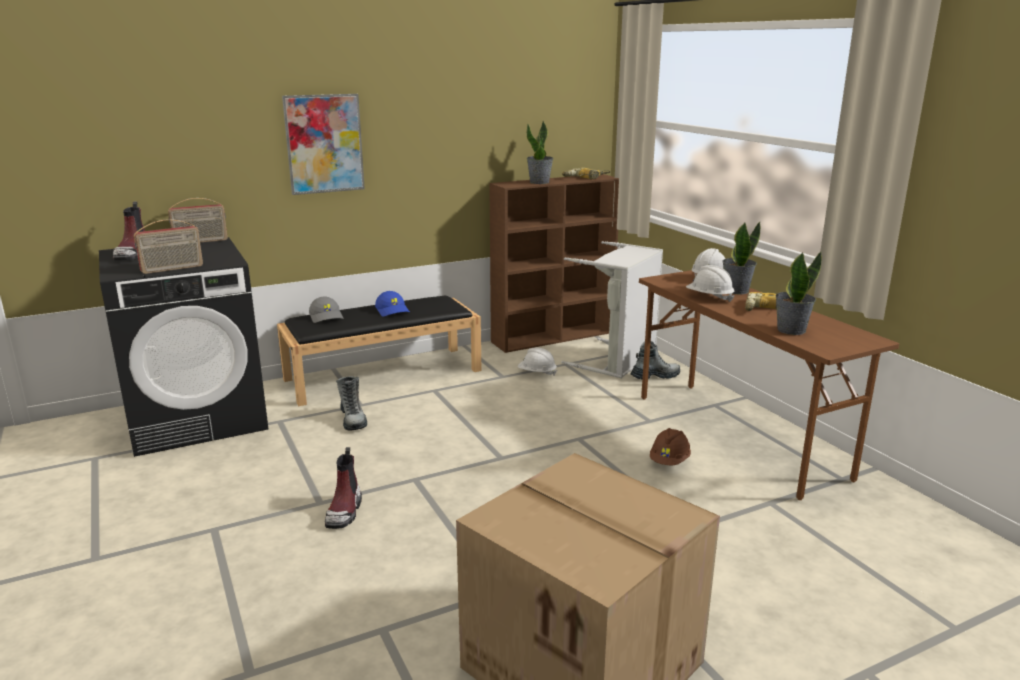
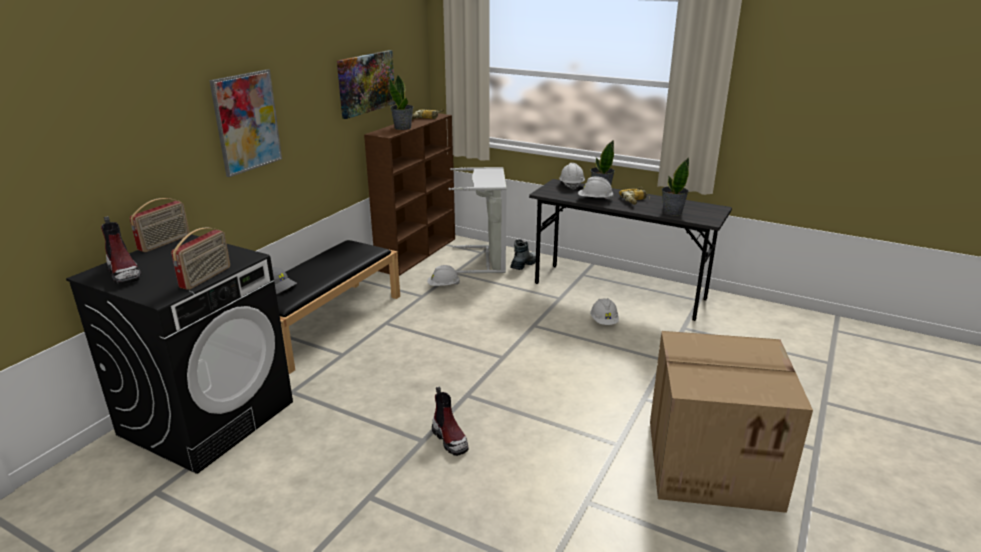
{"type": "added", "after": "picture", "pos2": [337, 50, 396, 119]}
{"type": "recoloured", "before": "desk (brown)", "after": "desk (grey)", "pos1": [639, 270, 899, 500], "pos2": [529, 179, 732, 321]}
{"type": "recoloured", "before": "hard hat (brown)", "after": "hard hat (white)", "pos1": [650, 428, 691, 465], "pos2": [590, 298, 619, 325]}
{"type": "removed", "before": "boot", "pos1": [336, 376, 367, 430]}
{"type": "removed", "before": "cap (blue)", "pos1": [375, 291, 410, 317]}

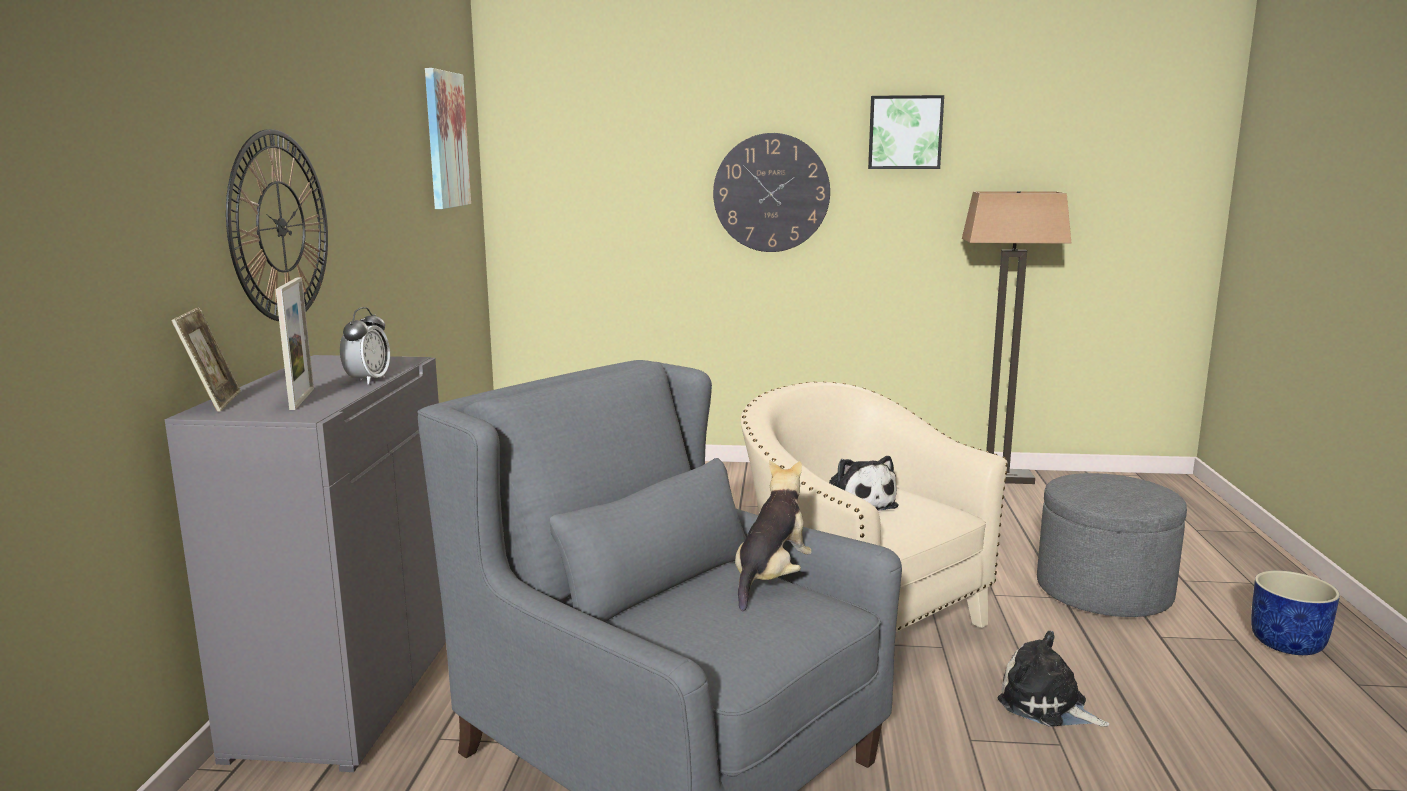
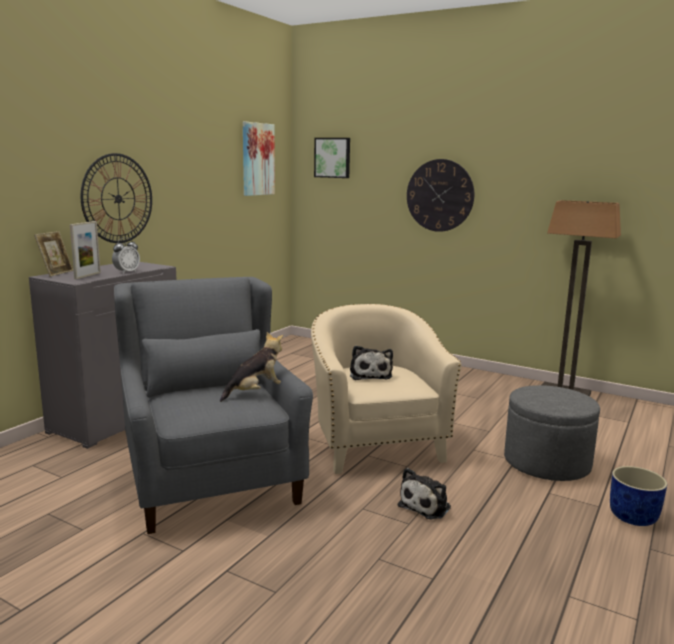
{"type": "moved", "before": "picture", "pos1": [868, 95, 944, 169], "pos2": [314, 138, 350, 178]}
{"type": "turned", "before": "plush toy", "pos1": [998, 631, 1109, 727], "pos2": [398, 468, 451, 519], "turn": -120}

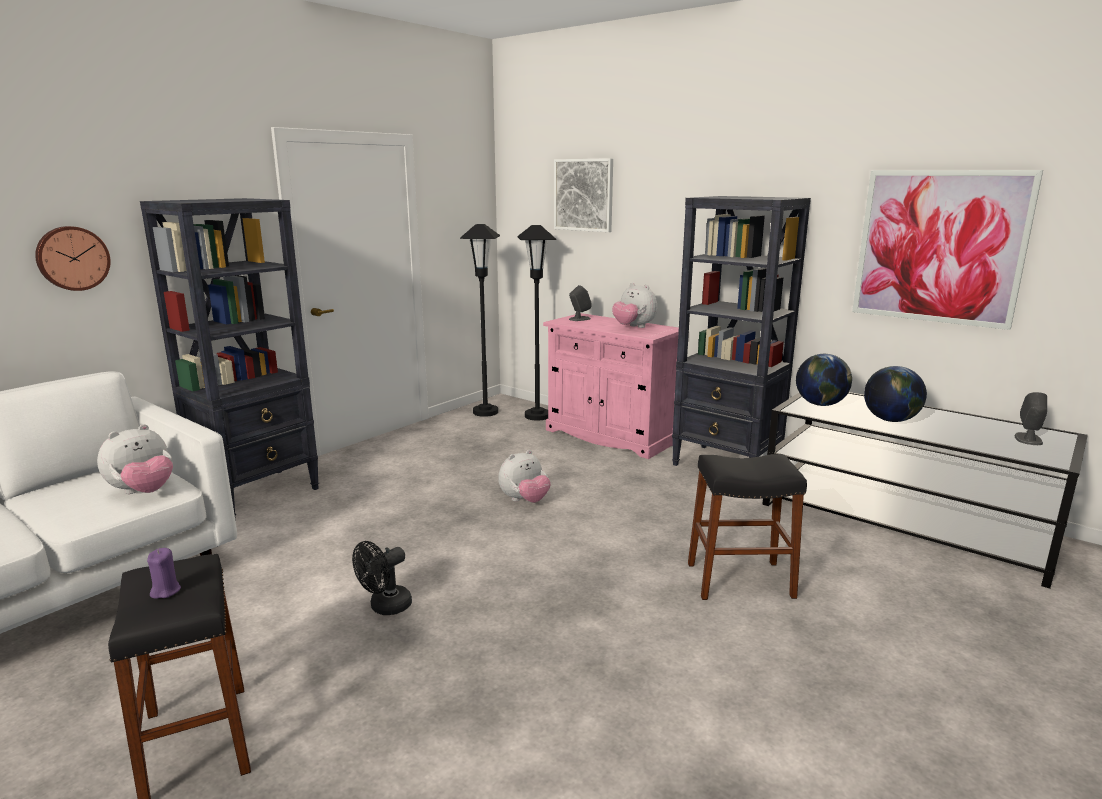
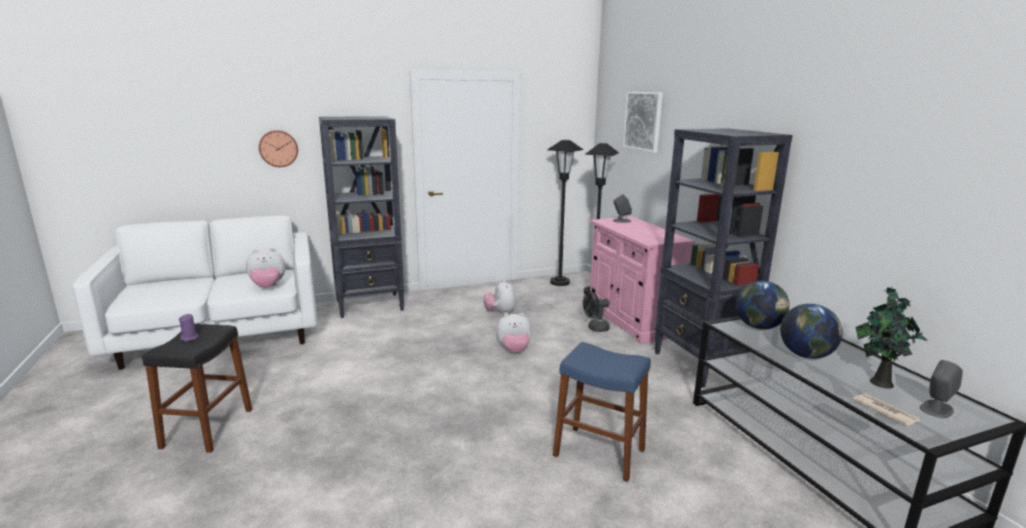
{"type": "moved", "before": "plush toy", "pos1": [612, 283, 657, 328], "pos2": [483, 280, 516, 315]}
{"type": "recoloured", "before": "stool (black)", "after": "stool (blue)", "pos1": [688, 454, 807, 600], "pos2": [553, 342, 651, 482]}
{"type": "moved", "before": "fan (black)", "pos1": [352, 541, 412, 615], "pos2": [583, 291, 610, 332]}
{"type": "added", "after": "newspaper", "pos2": [852, 393, 921, 426]}
{"type": "added", "after": "potted plant", "pos2": [855, 287, 927, 389]}
{"type": "removed", "before": "picture", "pos1": [852, 170, 1043, 330]}

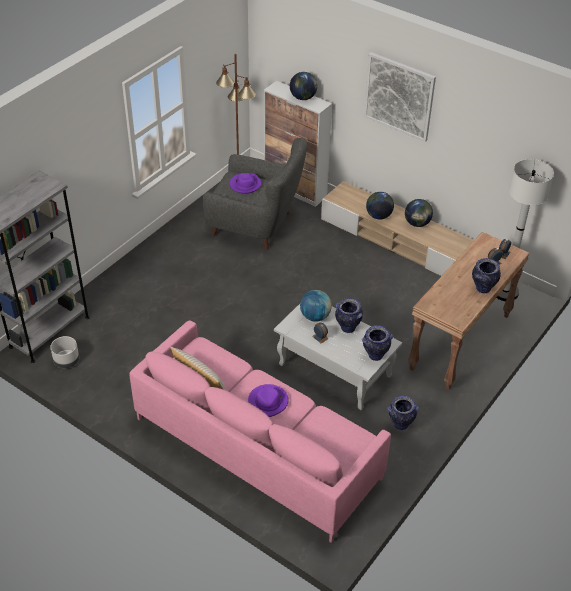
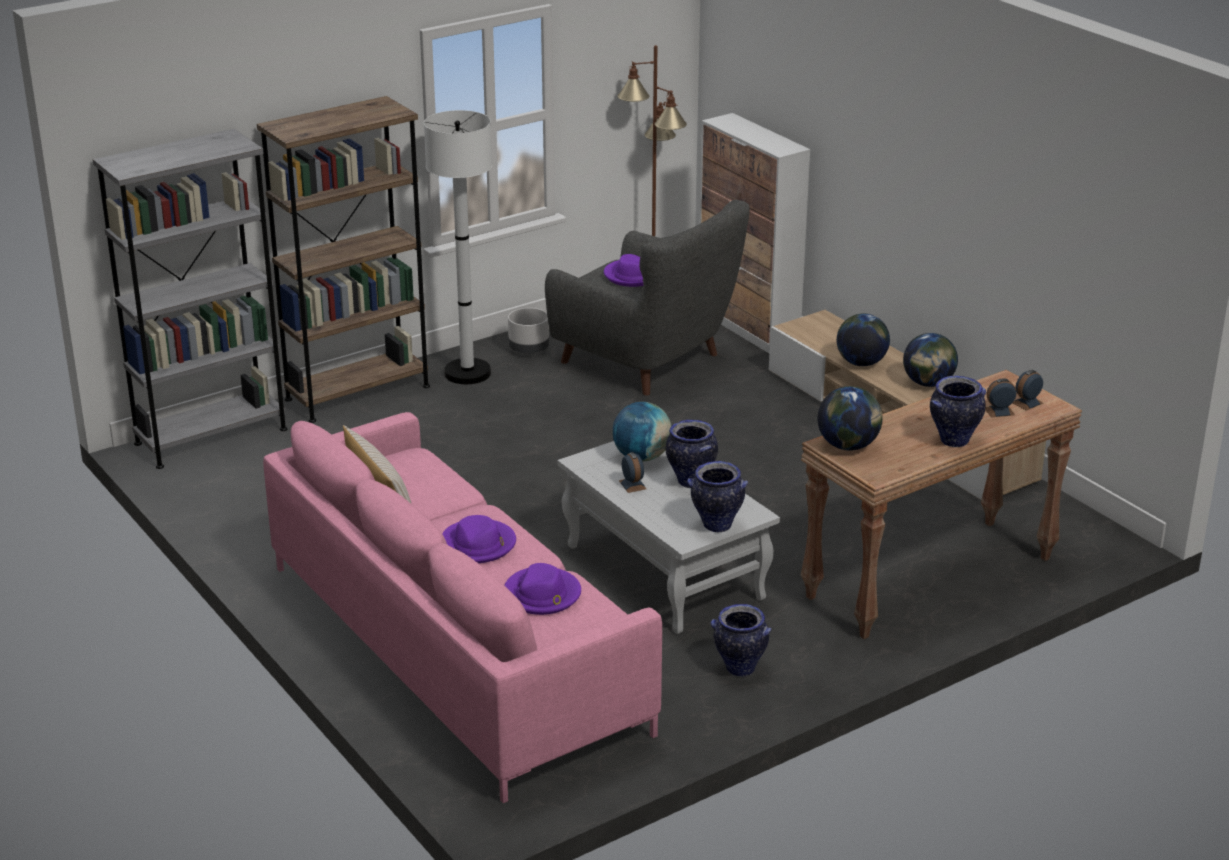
{"type": "added", "after": "bookcase (brown)", "pos2": [257, 96, 430, 423]}
{"type": "moved", "before": "floor lamp (white)", "pos1": [497, 159, 554, 301], "pos2": [424, 110, 492, 384]}
{"type": "added", "after": "hat (purple)", "pos2": [504, 563, 581, 615]}
{"type": "moved", "before": "planter (grey)", "pos1": [50, 336, 79, 368], "pos2": [508, 308, 549, 354]}
{"type": "moved", "before": "globe", "pos1": [290, 72, 318, 100], "pos2": [818, 386, 883, 451]}
{"type": "removed", "before": "picture", "pos1": [364, 52, 436, 142]}

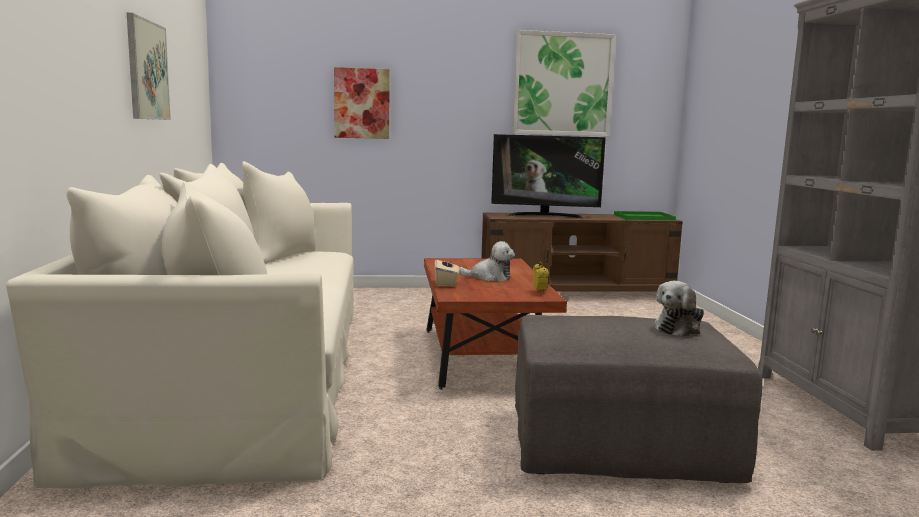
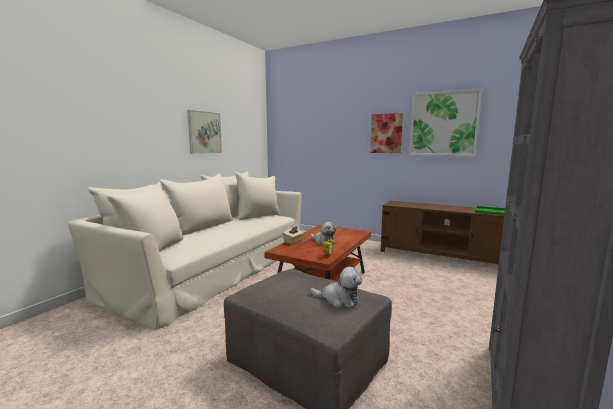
{"type": "turned", "before": "plush toy", "pos1": [654, 281, 704, 337], "pos2": [310, 267, 362, 308], "turn": -150}
{"type": "moved", "before": "picture", "pos1": [334, 67, 390, 139], "pos2": [370, 113, 403, 153]}
{"type": "removed", "before": "television", "pos1": [491, 134, 606, 218]}

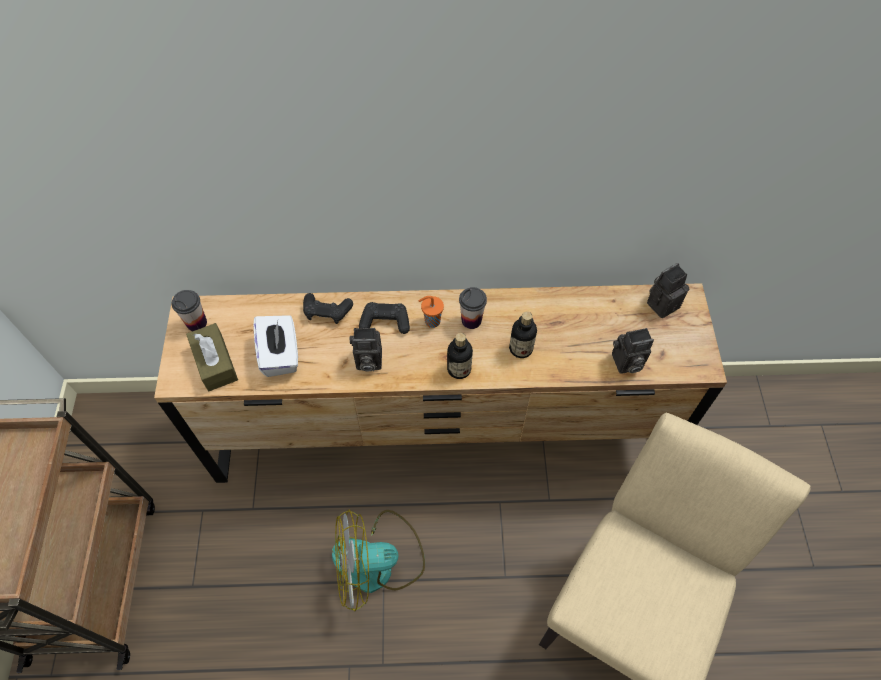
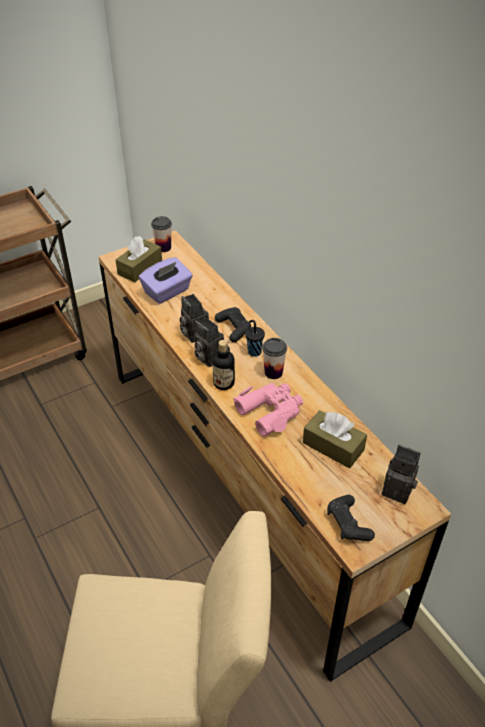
{"type": "recoloured", "before": "tissue box (white)", "after": "tissue box (purple)", "pos1": [253, 315, 298, 377], "pos2": [139, 257, 193, 304]}
{"type": "moved", "before": "photo camera", "pos1": [612, 328, 654, 373], "pos2": [195, 317, 224, 367]}
{"type": "replaced", "before": "bottle", "after": "binoculars (pink)", "pos1": [509, 311, 537, 358], "pos2": [233, 383, 303, 437]}
{"type": "recoloured", "before": "cup (orange)", "after": "cup (black)", "pos1": [419, 296, 444, 328], "pos2": [245, 320, 265, 357]}
{"type": "added", "after": "tissue box (brown)", "pos2": [303, 410, 367, 468]}
{"type": "moved", "before": "game controller (black)", "pos1": [303, 293, 353, 324], "pos2": [327, 494, 375, 541]}
{"type": "removed", "before": "fan", "pos1": [332, 509, 425, 611]}

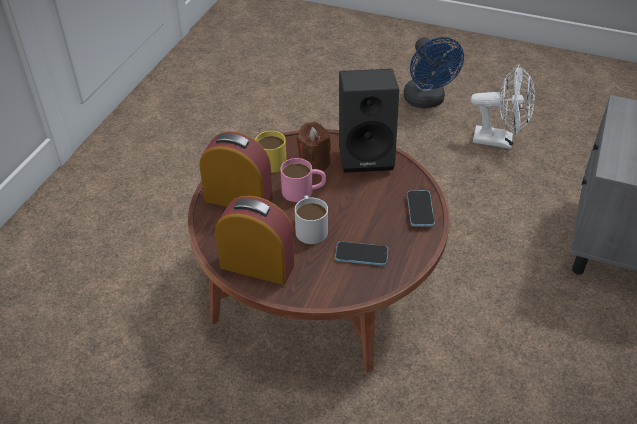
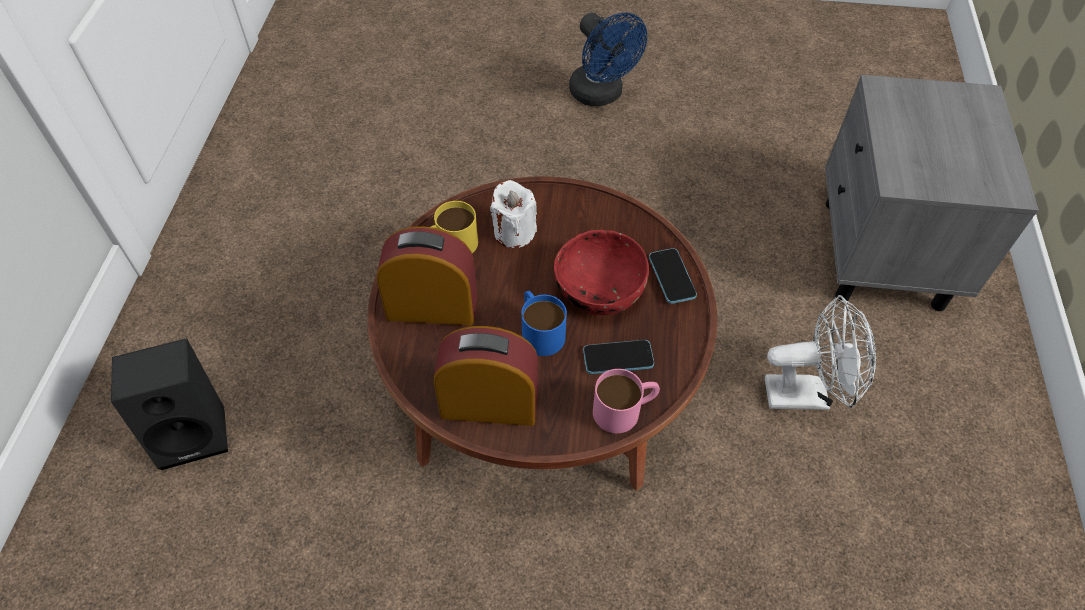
{"type": "moved", "before": "speaker (black)", "pos1": [339, 69, 399, 173], "pos2": [111, 338, 228, 470]}
{"type": "recoloured", "before": "candle (brown)", "after": "candle (white)", "pos1": [296, 122, 331, 171], "pos2": [490, 180, 537, 248]}
{"type": "recoloured", "before": "mug (white)", "after": "mug (blue)", "pos1": [295, 195, 328, 244], "pos2": [521, 291, 567, 356]}
{"type": "added", "after": "bowl (red)", "pos2": [554, 230, 649, 315]}
{"type": "moved", "before": "mug (pink)", "pos1": [281, 158, 326, 202], "pos2": [593, 369, 660, 433]}
{"type": "moved", "before": "fan (white)", "pos1": [471, 64, 535, 149], "pos2": [765, 295, 876, 410]}

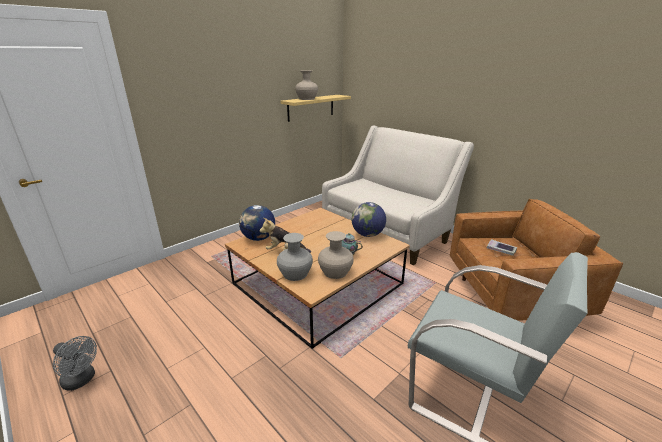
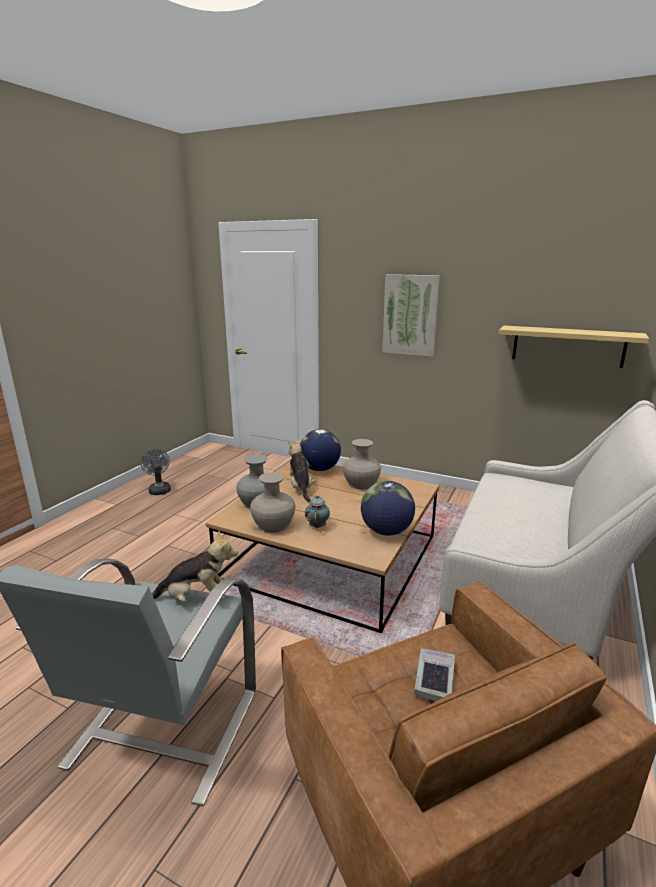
{"type": "turned", "before": "fan (grey)", "pos1": [53, 336, 97, 391], "pos2": [140, 449, 171, 495], "turn": 150}
{"type": "added", "after": "plush toy", "pos2": [152, 530, 238, 602]}
{"type": "moved", "before": "vase (beige)", "pos1": [295, 70, 318, 100], "pos2": [343, 439, 381, 489]}
{"type": "added", "after": "picture", "pos2": [382, 274, 440, 357]}

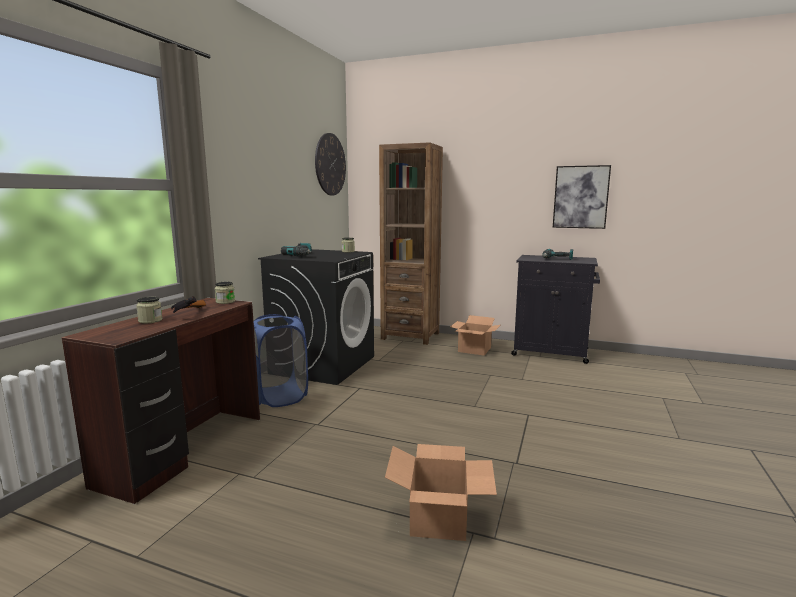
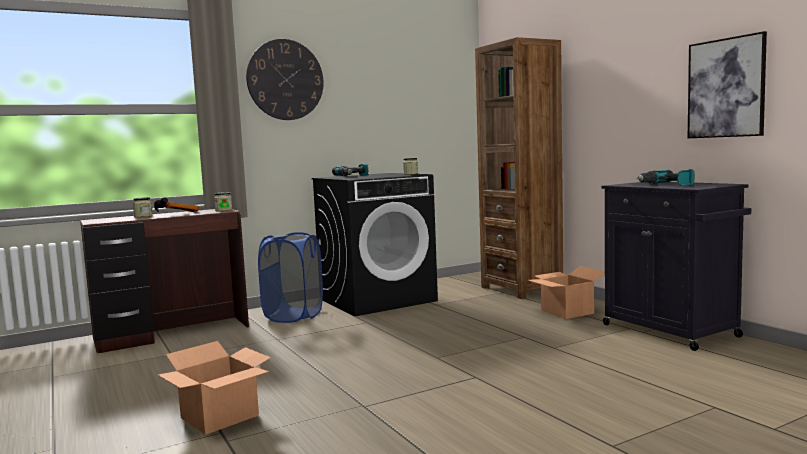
{"type": "moved", "before": "wall clock", "pos1": [315, 133, 346, 196], "pos2": [246, 39, 324, 120]}

